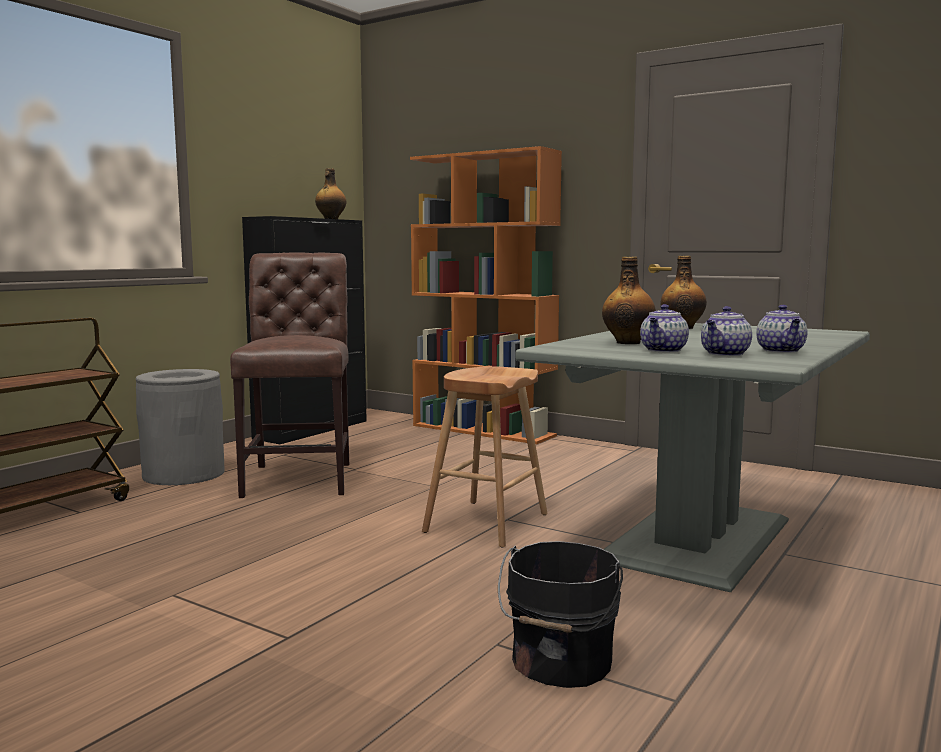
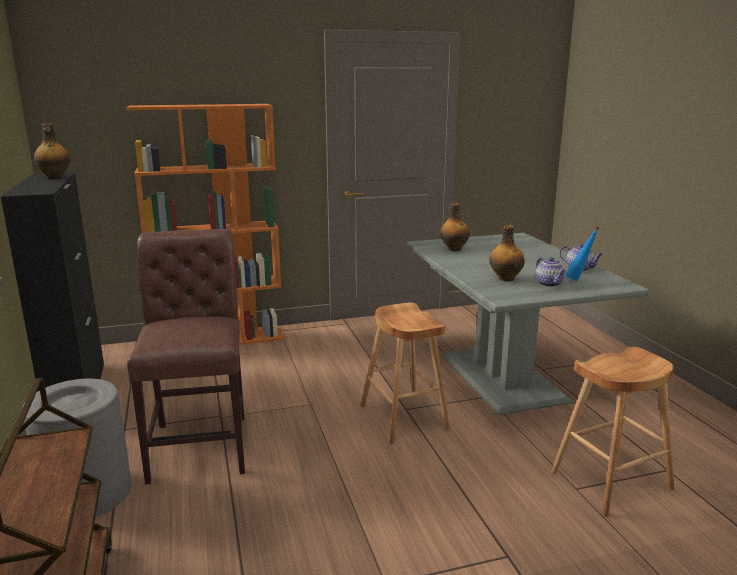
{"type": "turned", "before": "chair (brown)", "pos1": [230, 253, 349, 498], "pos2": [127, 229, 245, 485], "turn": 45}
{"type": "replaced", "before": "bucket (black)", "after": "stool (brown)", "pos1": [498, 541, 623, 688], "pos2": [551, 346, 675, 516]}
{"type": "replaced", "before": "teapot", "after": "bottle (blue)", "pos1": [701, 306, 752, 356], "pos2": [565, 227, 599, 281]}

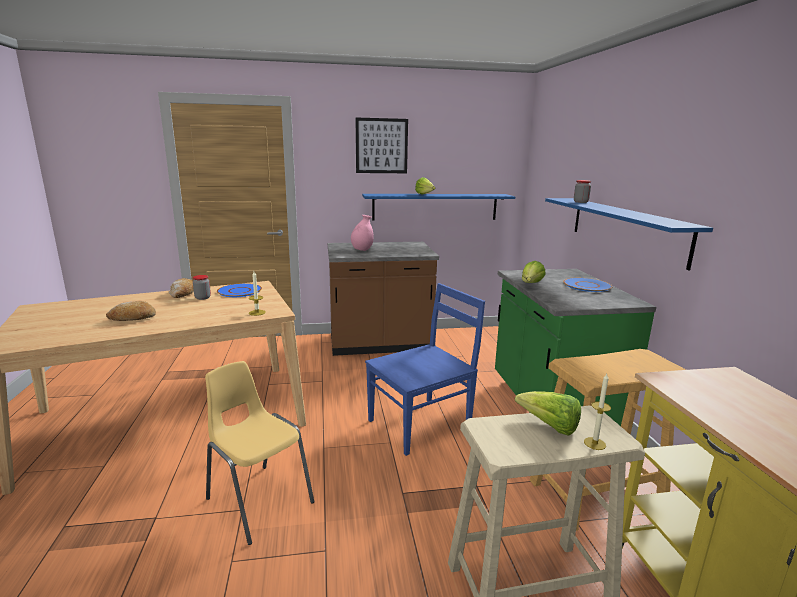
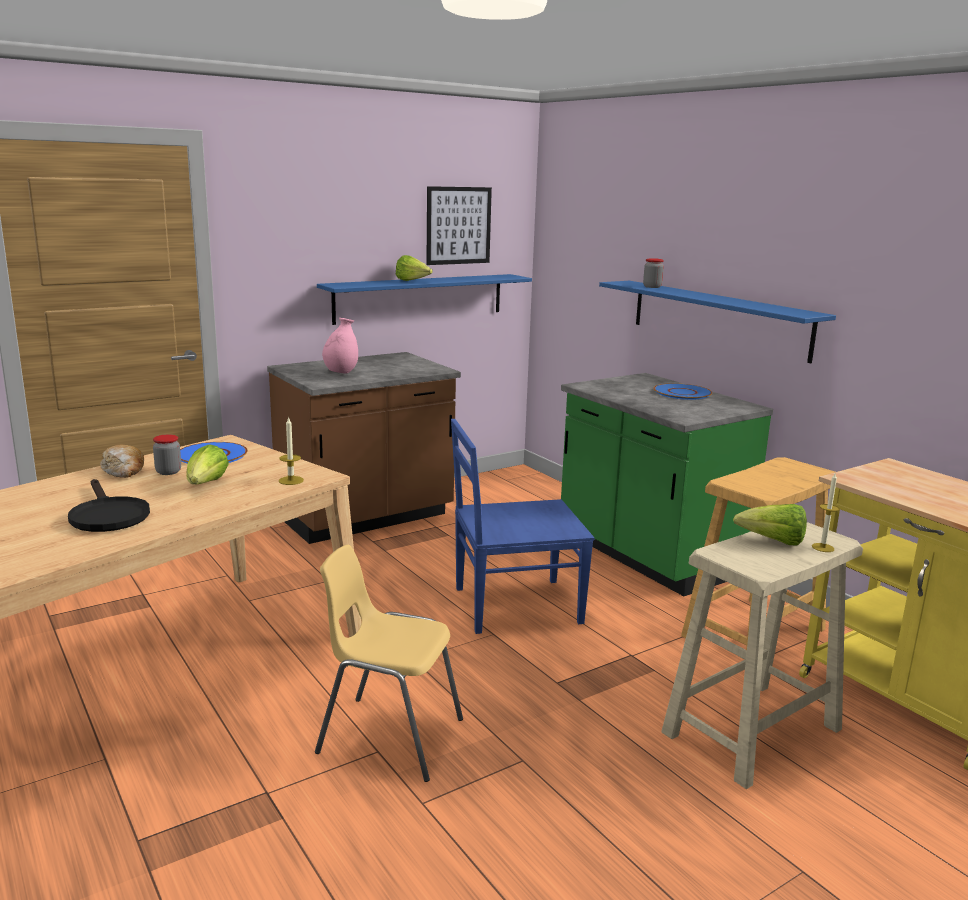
{"type": "replaced", "before": "bread", "after": "frying pan (black)", "pos1": [106, 301, 156, 321], "pos2": [68, 479, 150, 532]}
{"type": "moved", "before": "lettuce", "pos1": [522, 261, 546, 283], "pos2": [186, 444, 229, 484]}
{"type": "moved", "before": "picture", "pos1": [356, 118, 408, 173], "pos2": [426, 186, 492, 265]}
{"type": "turned", "before": "chair (blue)", "pos1": [365, 283, 485, 456], "pos2": [451, 419, 594, 634], "turn": -135}

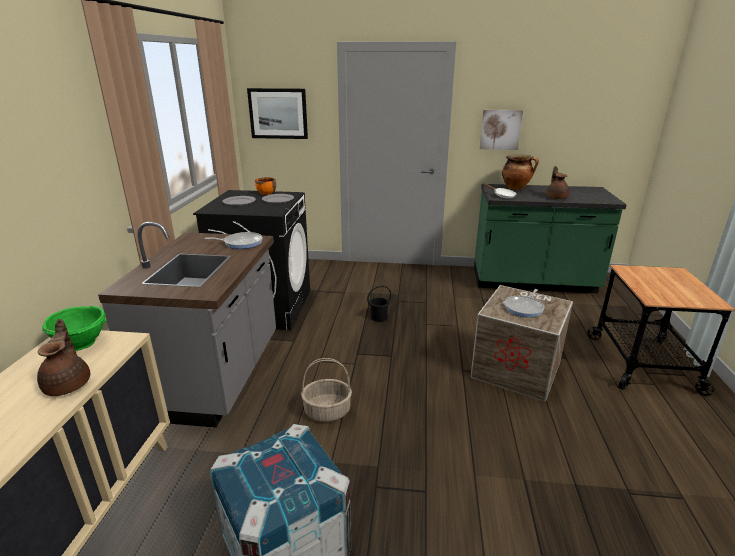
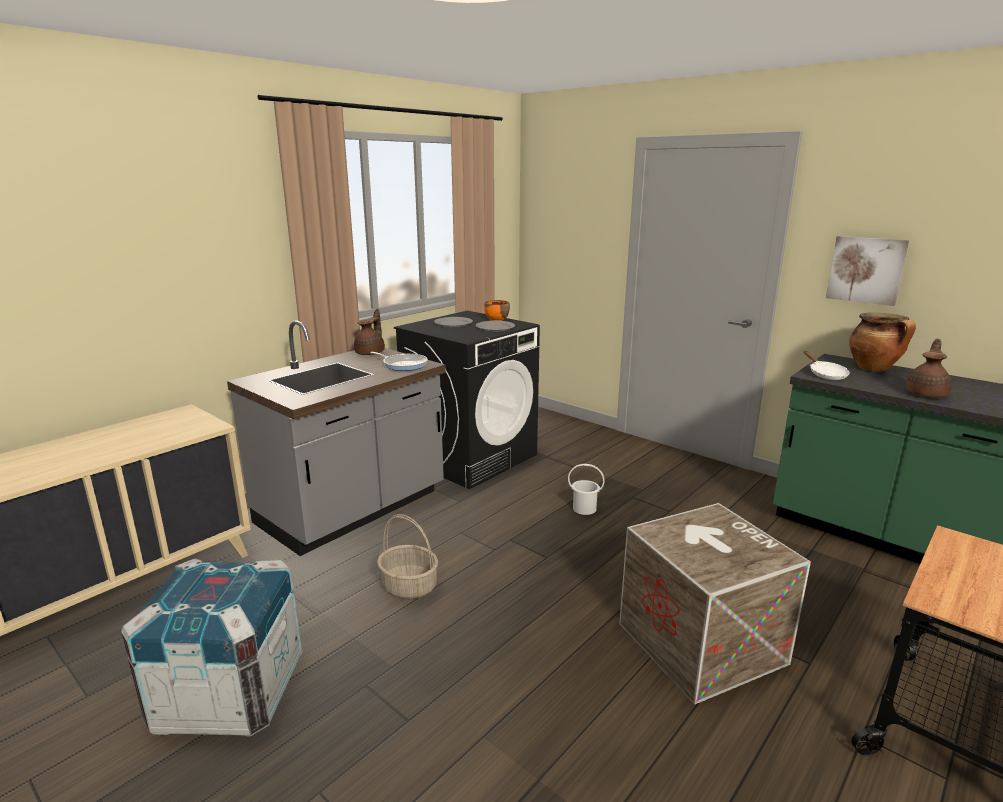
{"type": "moved", "before": "teapot (brown)", "pos1": [37, 319, 91, 396], "pos2": [354, 309, 385, 355]}
{"type": "recoloured", "before": "bucket (black)", "after": "bucket (white)", "pos1": [367, 286, 391, 322], "pos2": [568, 464, 605, 515]}
{"type": "removed", "before": "bowl (green)", "pos1": [42, 306, 107, 351]}
{"type": "removed", "before": "picture", "pos1": [247, 88, 308, 139]}
{"type": "removed", "before": "frying pan", "pos1": [505, 289, 545, 317]}

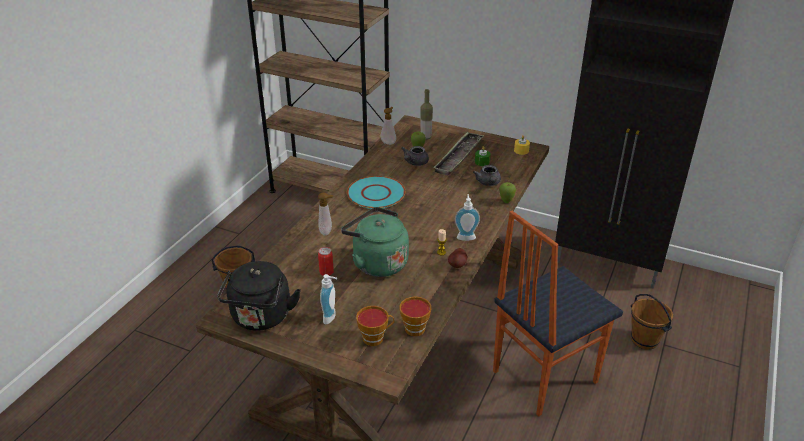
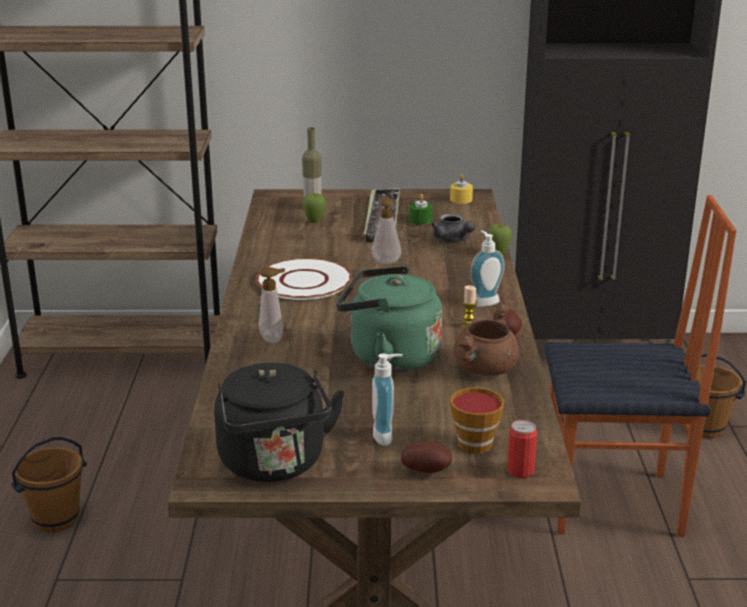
{"type": "recoloured", "before": "plate (turquoise)", "after": "plate (white)", "pos1": [347, 176, 405, 209], "pos2": [256, 258, 352, 300]}
{"type": "moved", "before": "soap dispenser", "pos1": [381, 107, 396, 145], "pos2": [371, 197, 401, 264]}
{"type": "added", "after": "potato", "pos2": [401, 442, 452, 473]}
{"type": "added", "after": "cooking pot (brown)", "pos2": [454, 303, 519, 376]}
{"type": "moved", "before": "can", "pos1": [318, 247, 334, 276], "pos2": [507, 420, 537, 478]}
{"type": "turned", "before": "chair", "pos1": [493, 211, 623, 416], "pos2": [545, 195, 737, 537], "turn": -120}
{"type": "removed", "before": "cup", "pos1": [399, 297, 431, 336]}
{"type": "removed", "before": "teapot (grey)", "pos1": [401, 146, 429, 166]}

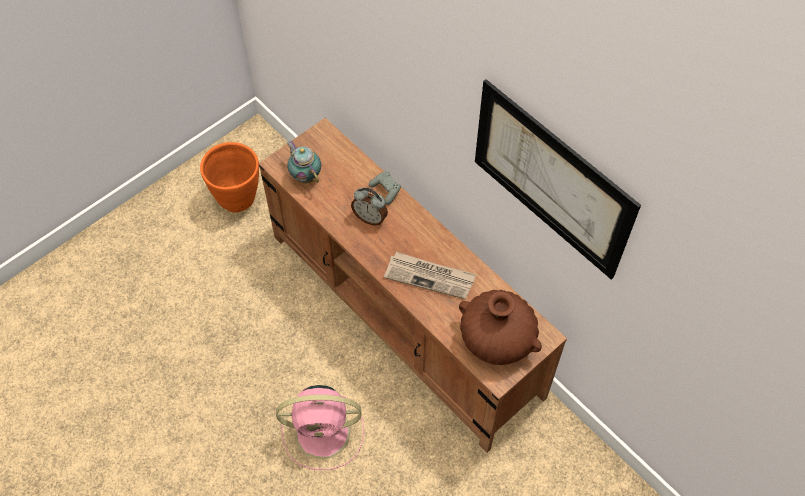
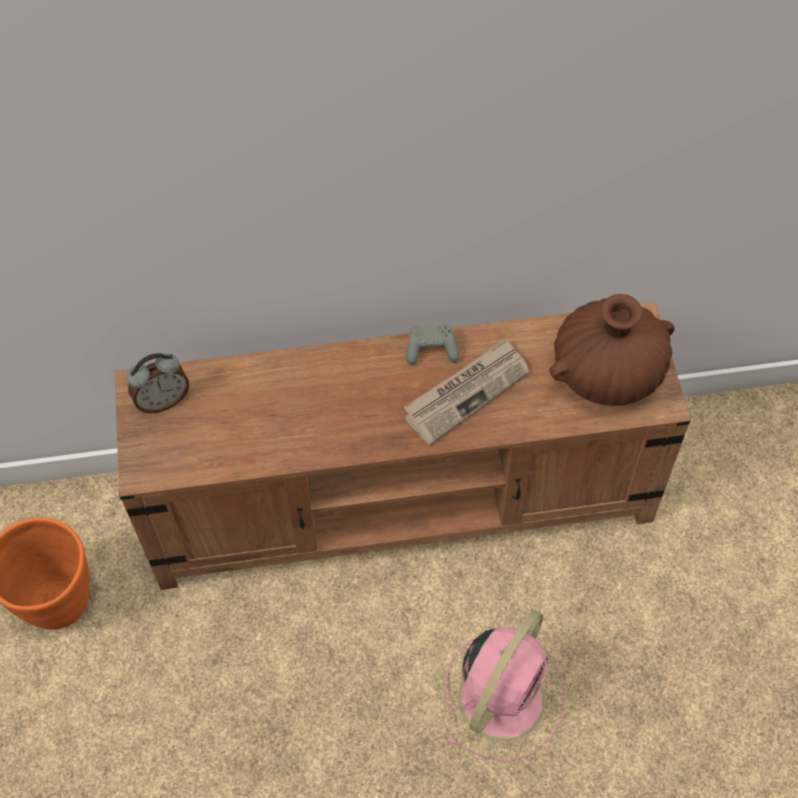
{"type": "moved", "before": "alarm clock", "pos1": [351, 188, 388, 226], "pos2": [127, 353, 189, 413]}
{"type": "moved", "before": "game controller (grey)", "pos1": [369, 171, 401, 205], "pos2": [406, 325, 459, 365]}
{"type": "removed", "before": "teapot", "pos1": [287, 141, 321, 184]}
{"type": "removed", "before": "picture", "pos1": [475, 79, 641, 280]}

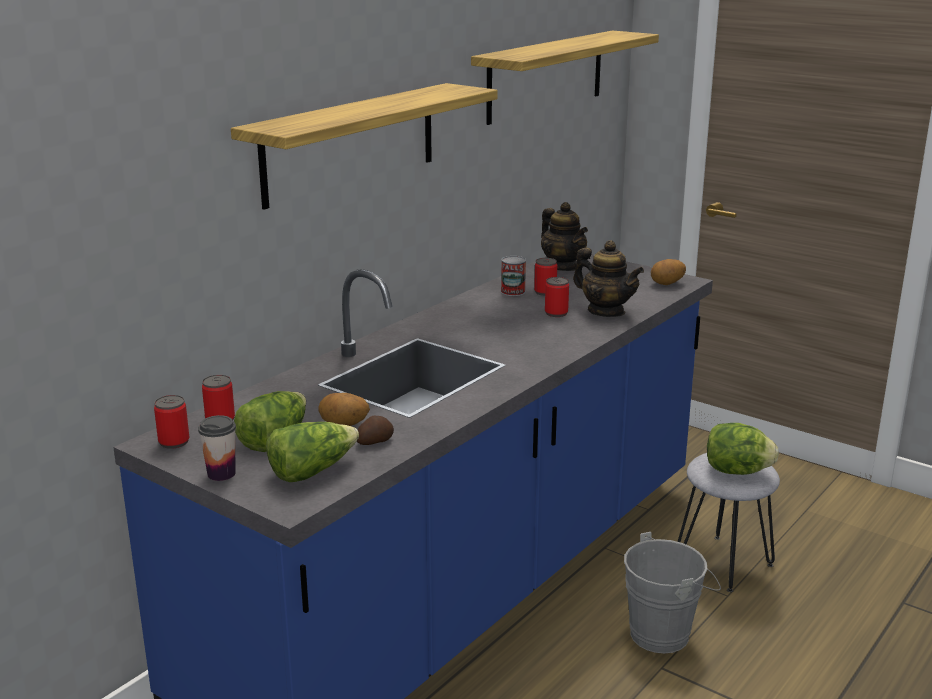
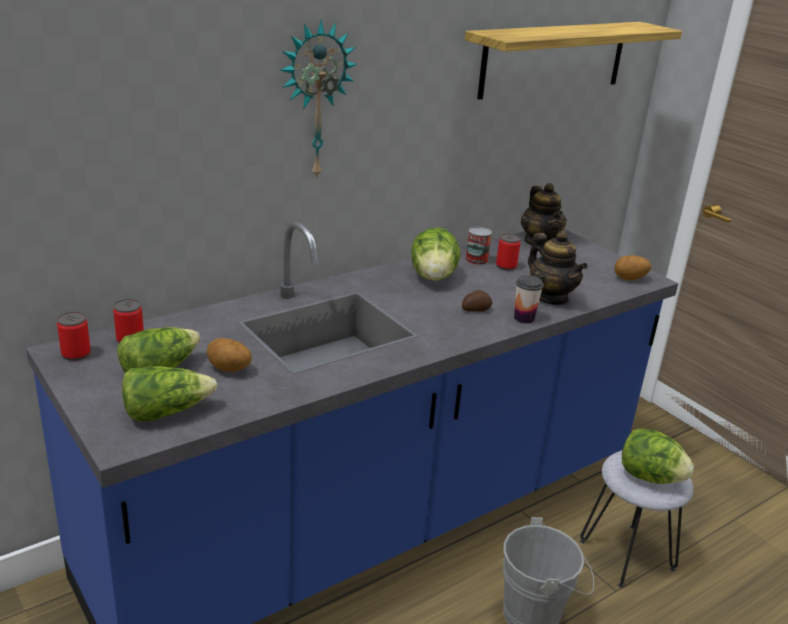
{"type": "replaced", "before": "shelf", "after": "wall clock", "pos1": [231, 83, 498, 210], "pos2": [280, 20, 357, 180]}
{"type": "added", "after": "lettuce", "pos2": [411, 227, 460, 281]}
{"type": "moved", "before": "potato", "pos1": [357, 416, 394, 445], "pos2": [462, 290, 492, 312]}
{"type": "moved", "before": "cup", "pos1": [198, 415, 236, 481], "pos2": [514, 275, 544, 324]}
{"type": "removed", "before": "can", "pos1": [545, 277, 569, 317]}

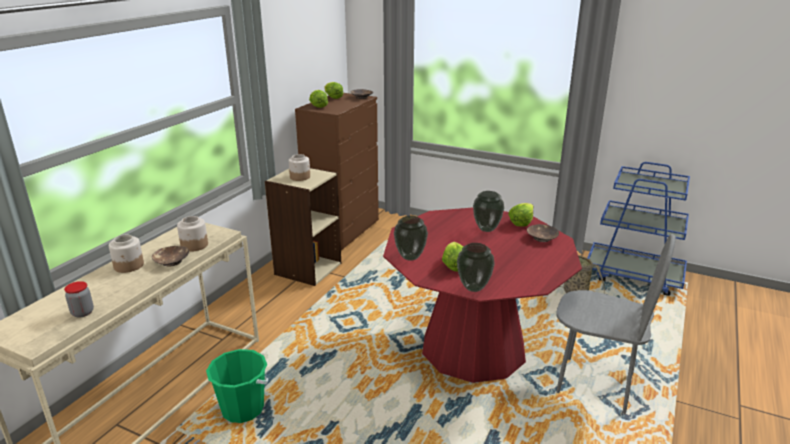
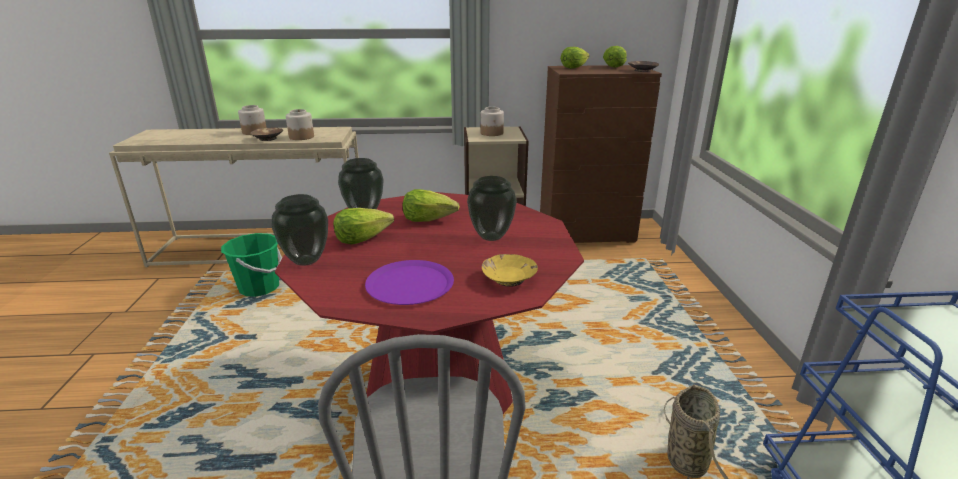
{"type": "added", "after": "plate (purple)", "pos2": [365, 260, 454, 305]}
{"type": "moved", "before": "lettuce", "pos1": [508, 203, 534, 227], "pos2": [403, 189, 460, 222]}
{"type": "recoloured", "before": "bowl (brown)", "after": "bowl (yellow)", "pos1": [527, 224, 559, 242], "pos2": [482, 254, 538, 287]}
{"type": "removed", "before": "jar", "pos1": [64, 281, 94, 318]}

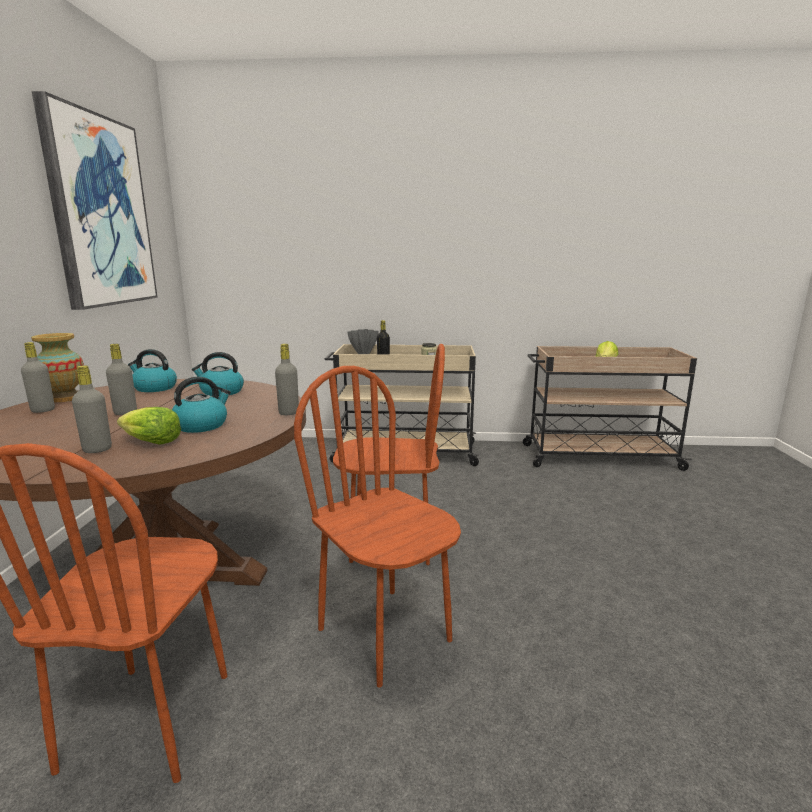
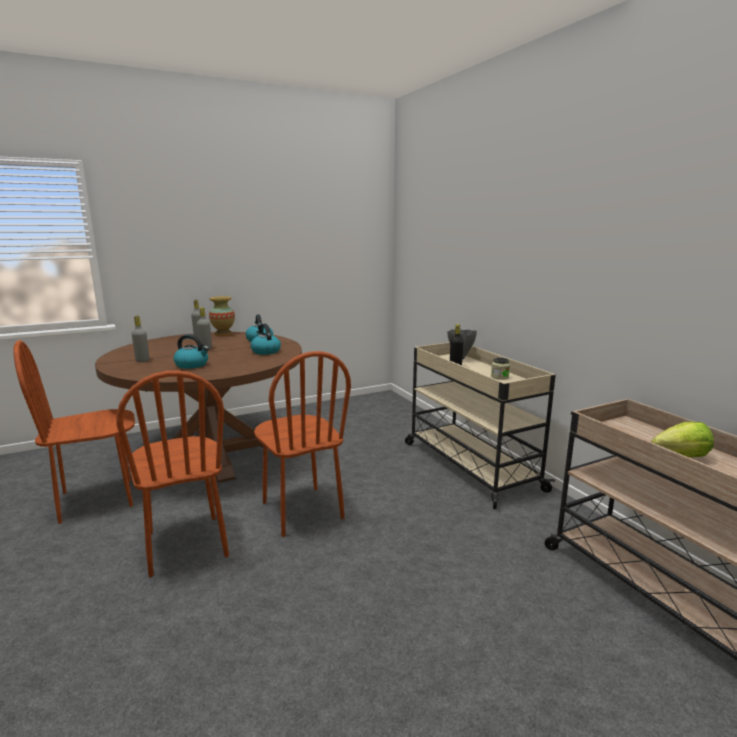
{"type": "turned", "before": "chair (brown)", "pos1": [294, 366, 461, 687], "pos2": [116, 371, 229, 577], "turn": 135}
{"type": "removed", "before": "picture", "pos1": [32, 91, 158, 310]}
{"type": "removed", "before": "lettuce", "pos1": [117, 407, 181, 445]}
{"type": "removed", "before": "bottle (grey)", "pos1": [275, 344, 299, 415]}

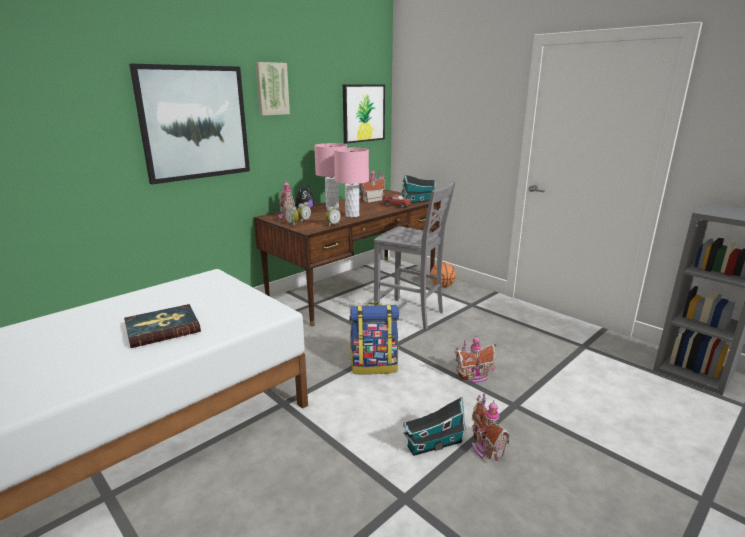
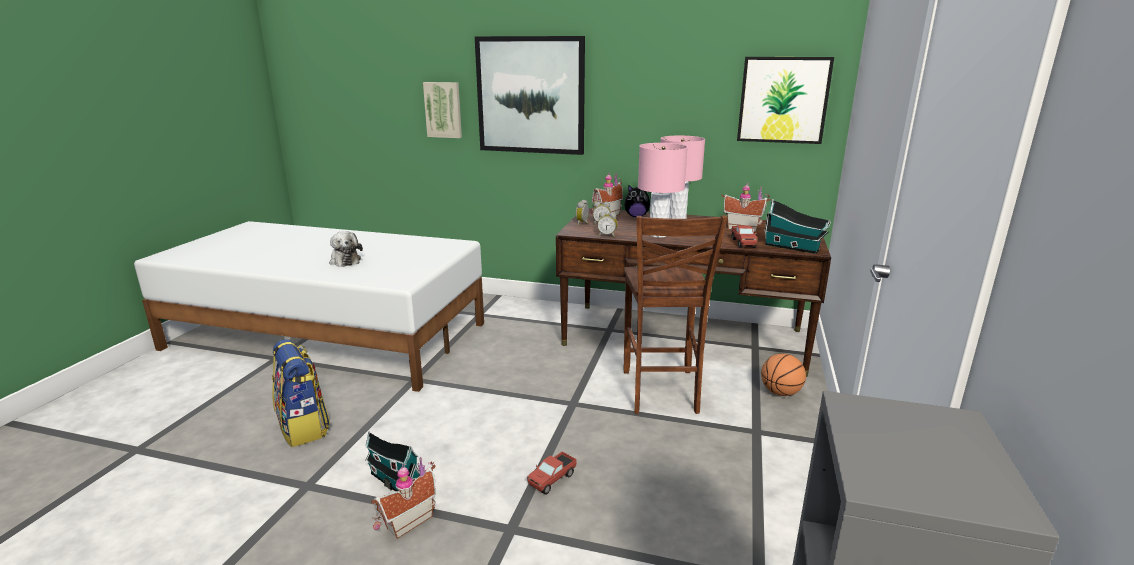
{"type": "moved", "before": "backpack", "pos1": [349, 302, 399, 375], "pos2": [272, 339, 330, 447]}
{"type": "replaced", "before": "book", "after": "plush toy", "pos1": [124, 304, 201, 348], "pos2": [329, 231, 363, 267]}
{"type": "moved", "before": "picture", "pos1": [256, 62, 290, 116], "pos2": [423, 82, 462, 138]}
{"type": "replaced", "before": "toy house", "after": "toy truck", "pos1": [455, 335, 496, 383], "pos2": [527, 451, 577, 495]}
{"type": "recoloured", "before": "chair (grey)", "after": "chair (brown)", "pos1": [374, 181, 456, 329], "pos2": [624, 215, 727, 414]}

